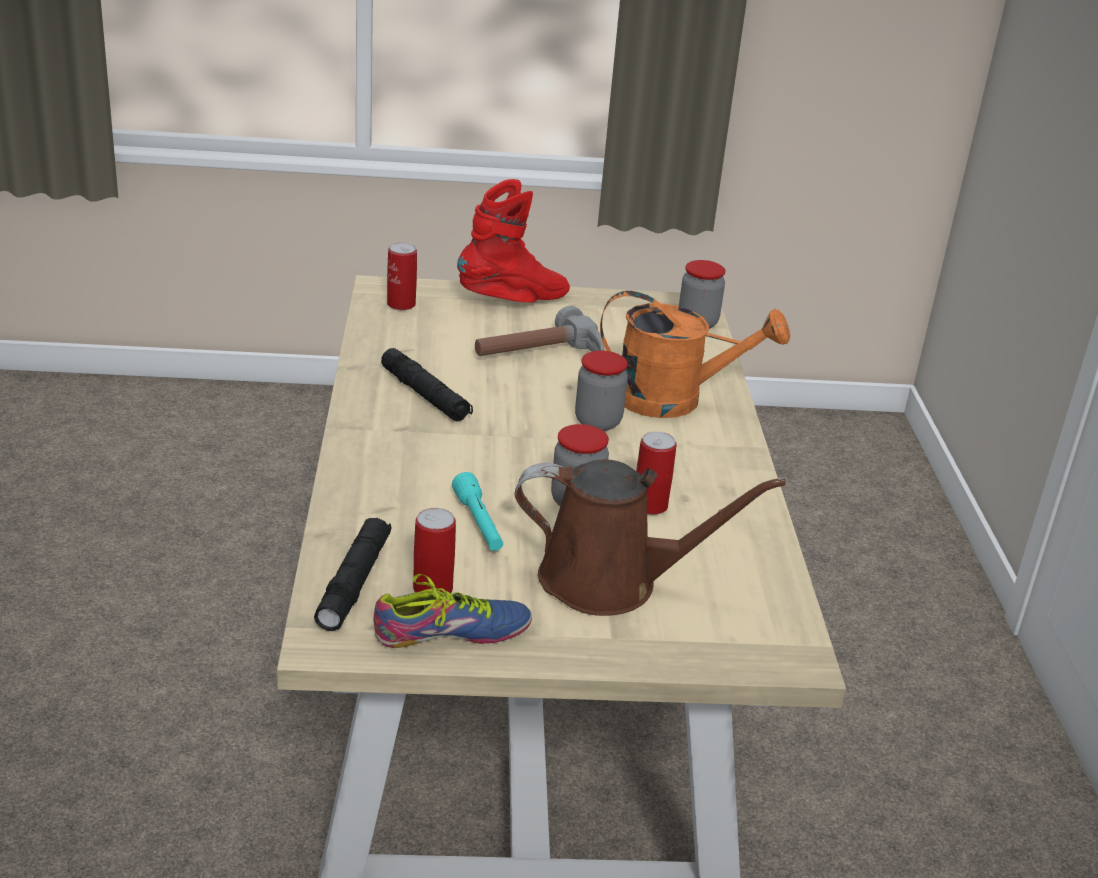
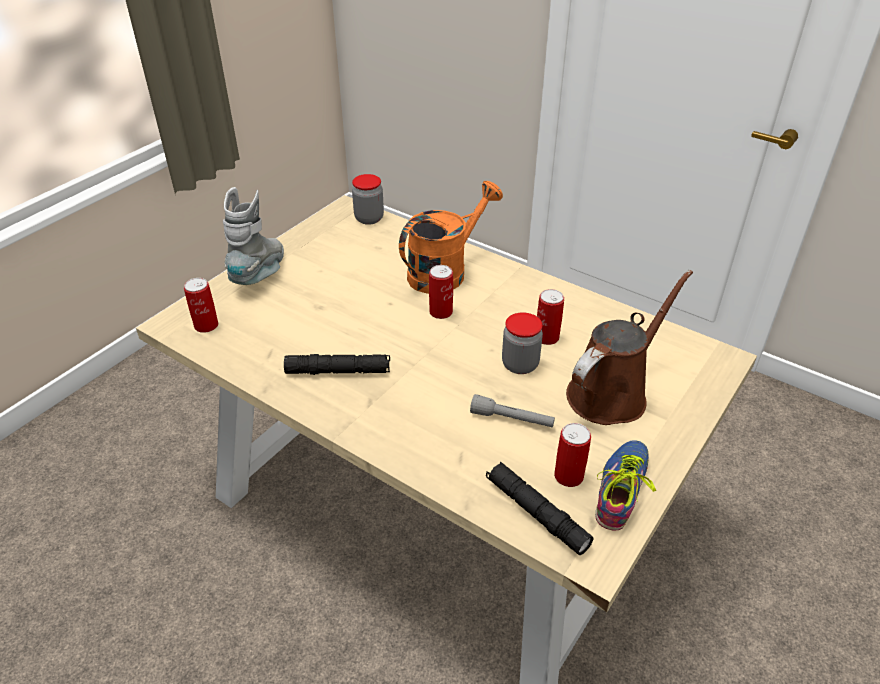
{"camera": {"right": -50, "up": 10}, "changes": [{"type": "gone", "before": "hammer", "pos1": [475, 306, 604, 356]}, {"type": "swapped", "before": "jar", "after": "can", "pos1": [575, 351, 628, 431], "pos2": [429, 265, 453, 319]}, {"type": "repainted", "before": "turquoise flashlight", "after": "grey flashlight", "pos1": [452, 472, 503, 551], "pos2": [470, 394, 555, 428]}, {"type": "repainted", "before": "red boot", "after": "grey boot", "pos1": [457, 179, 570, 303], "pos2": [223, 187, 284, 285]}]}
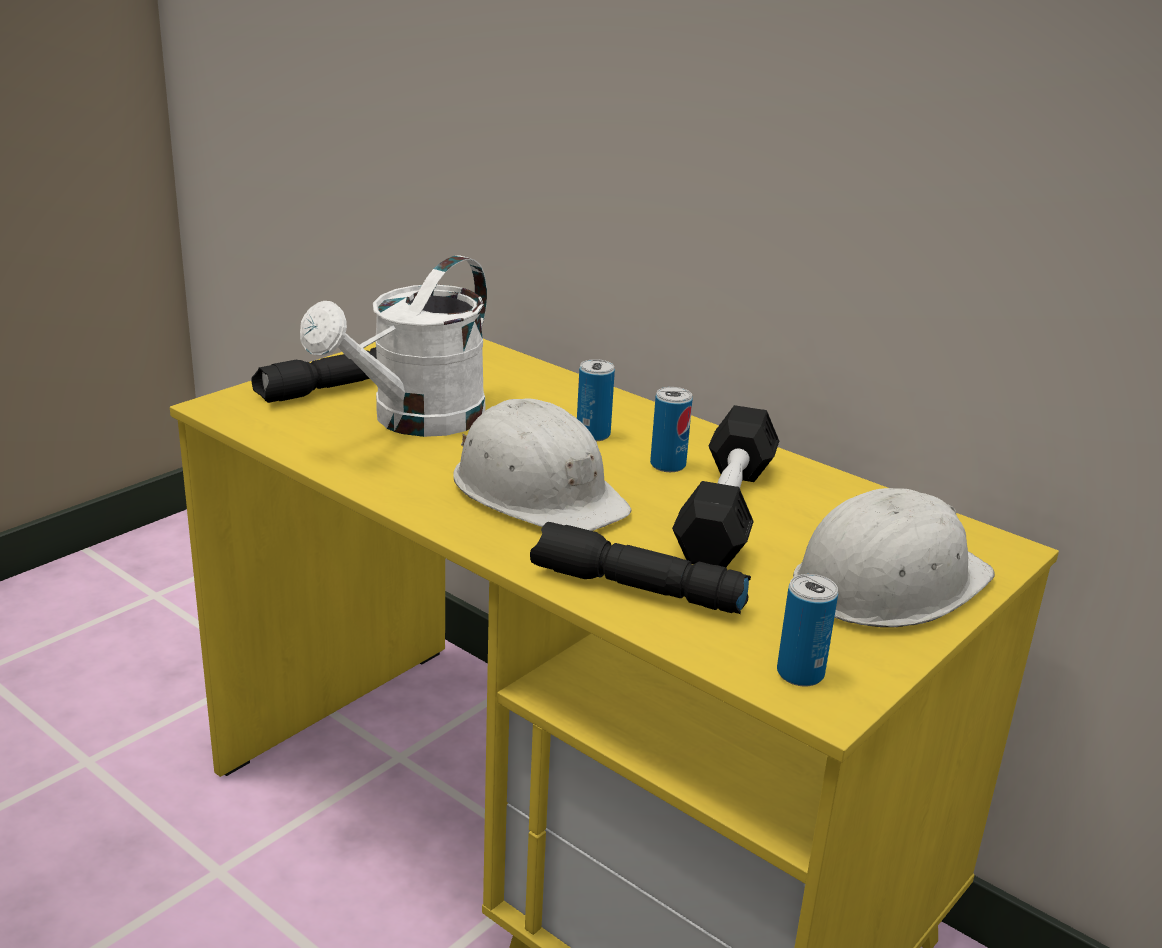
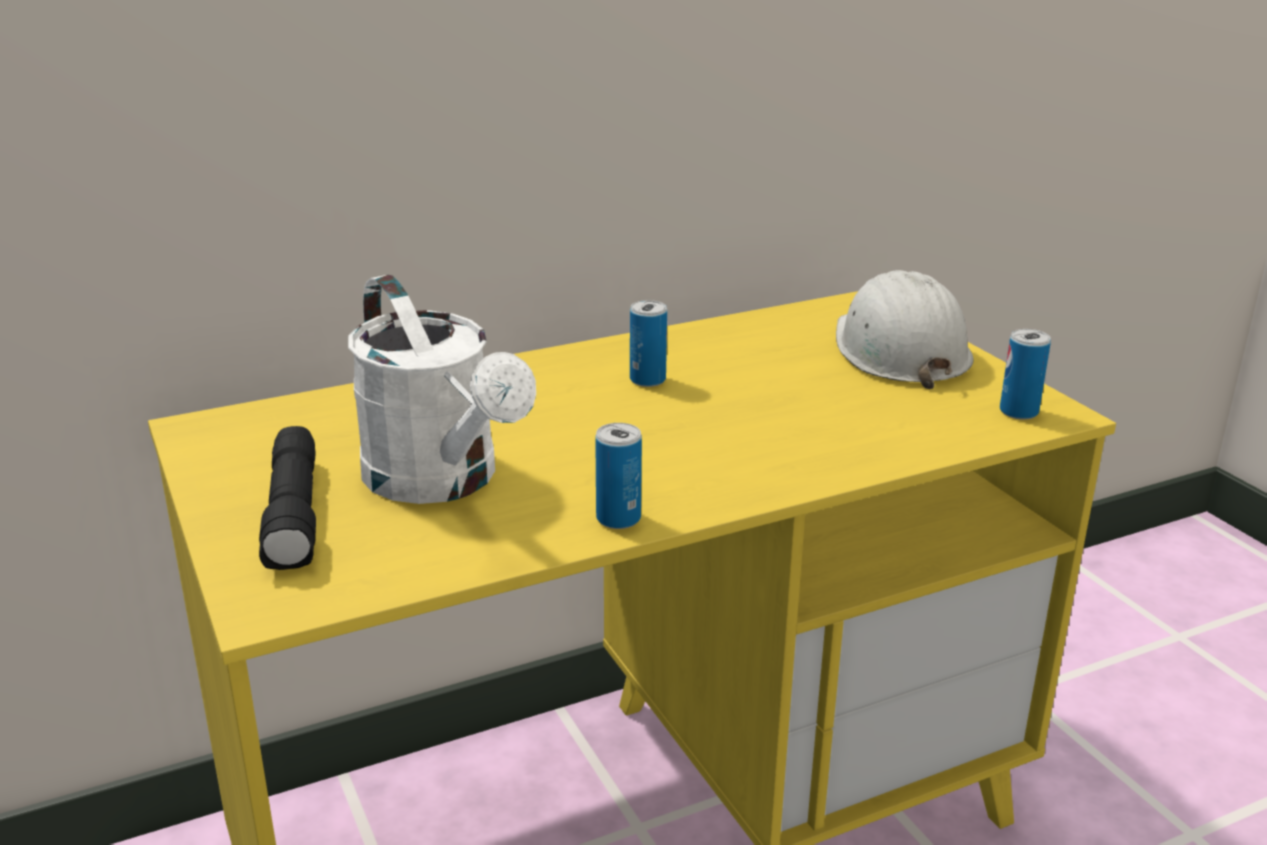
{"camera": {"right": -65, "up": 0}, "changes": [{"type": "gone", "before": "white hard hat", "pos1": [453, 398, 631, 531]}, {"type": "gone", "before": "black flashlight", "pos1": [530, 522, 751, 614]}, {"type": "gone", "before": "black dumbbell", "pos1": [672, 405, 779, 567]}, {"type": "shifted", "before": "can", "pos1": [577, 359, 615, 441], "pos2": [595, 423, 642, 529]}]}
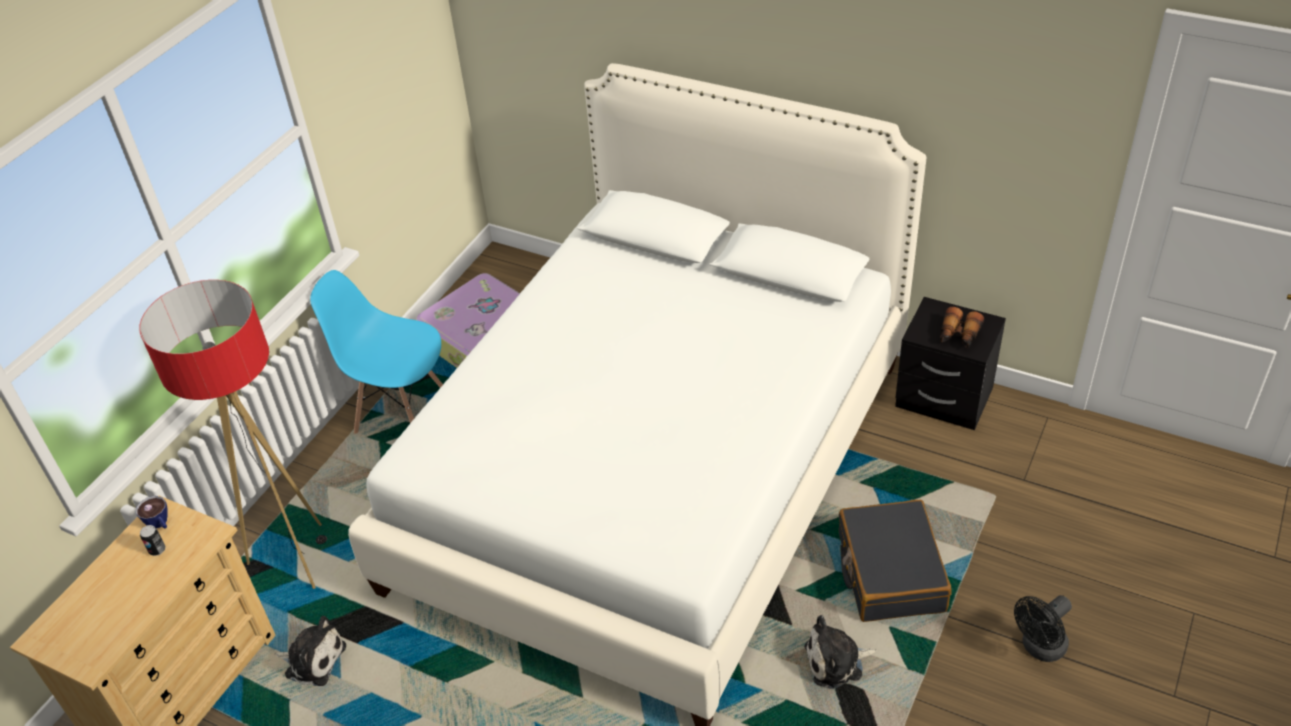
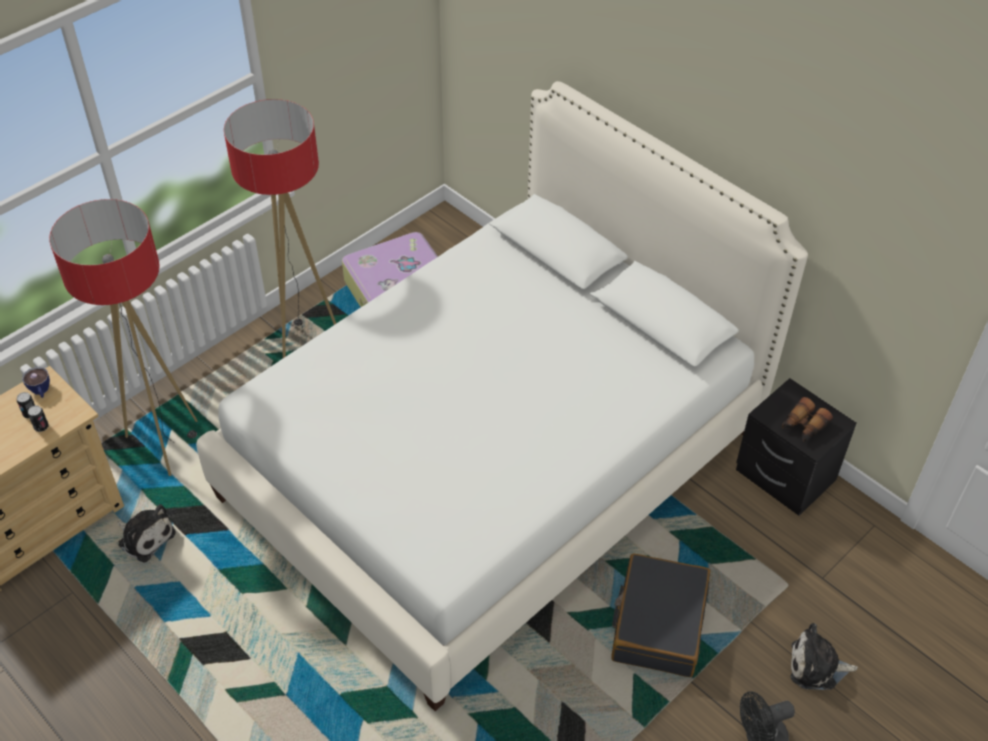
{"camera": {"right": 15, "up": 5}, "changes": [{"type": "new", "after": "can", "pos2": [28, 405, 49, 432]}, {"type": "shifted", "before": "plush toy", "pos1": [804, 615, 877, 689], "pos2": [791, 623, 858, 690]}, {"type": "swapped", "before": "blue chair", "after": "floor lamp", "pos1": [310, 270, 443, 434], "pos2": [224, 99, 336, 358]}]}
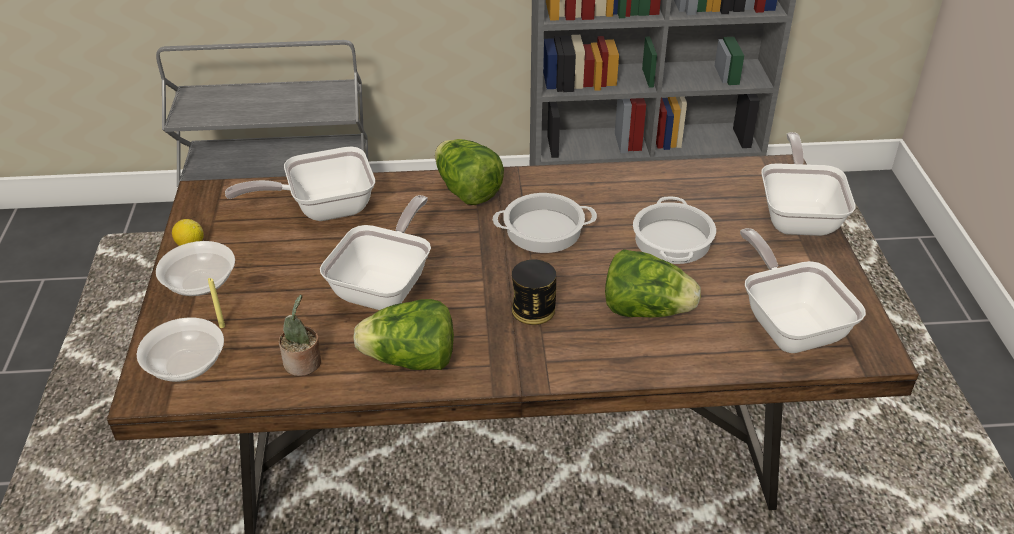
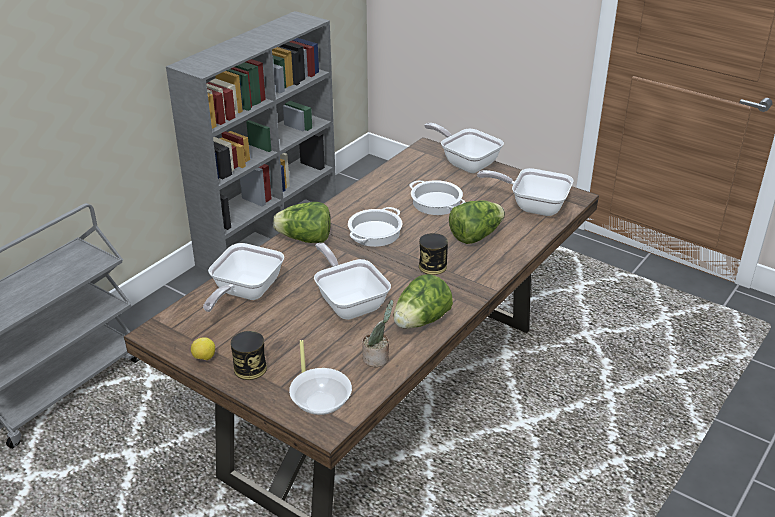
{"camera": {"right": -50, "up": -5}, "changes": [{"type": "swapped", "before": "bowl", "after": "can", "pos1": [156, 241, 235, 296], "pos2": [231, 331, 267, 380]}]}
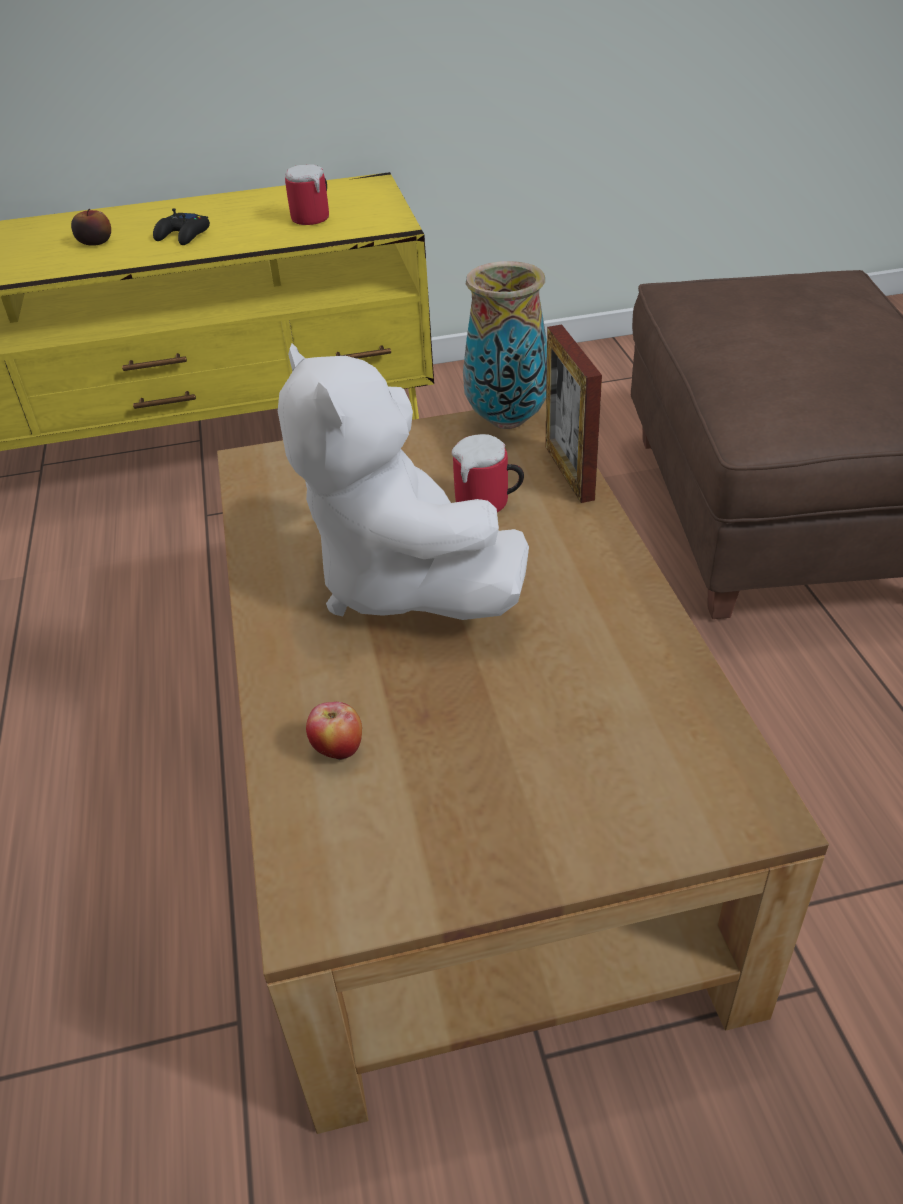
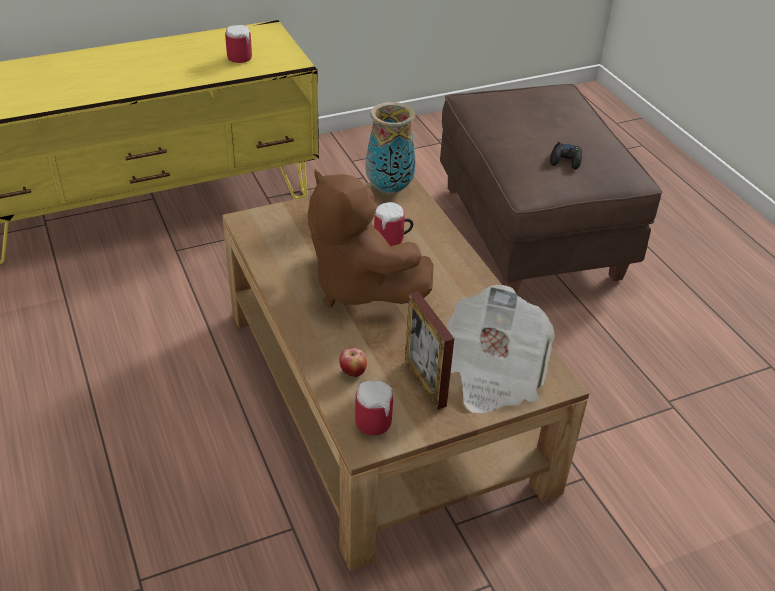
{"camera": {"right": -15, "up": 0}, "changes": [{"type": "gone", "before": "apple", "pos1": [71, 208, 111, 246]}, {"type": "new", "after": "mug", "pos2": [355, 380, 393, 435]}, {"type": "new", "after": "newspaper", "pos2": [447, 285, 555, 413]}, {"type": "shifted", "before": "black game controller", "pos1": [153, 208, 210, 245], "pos2": [550, 142, 582, 169]}, {"type": "shifted", "before": "picture frame", "pos1": [545, 324, 602, 503], "pos2": [405, 291, 454, 410]}, {"type": "repainted", "before": "white plush toy", "after": "brown plush toy", "pos1": [278, 343, 529, 620], "pos2": [308, 169, 434, 307]}]}
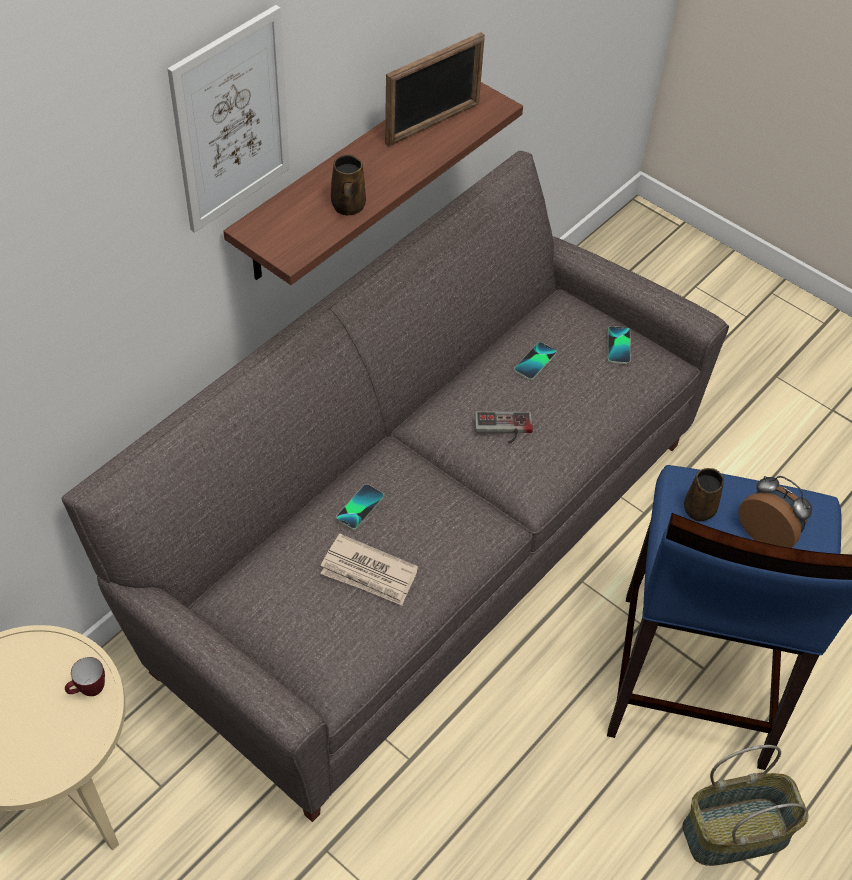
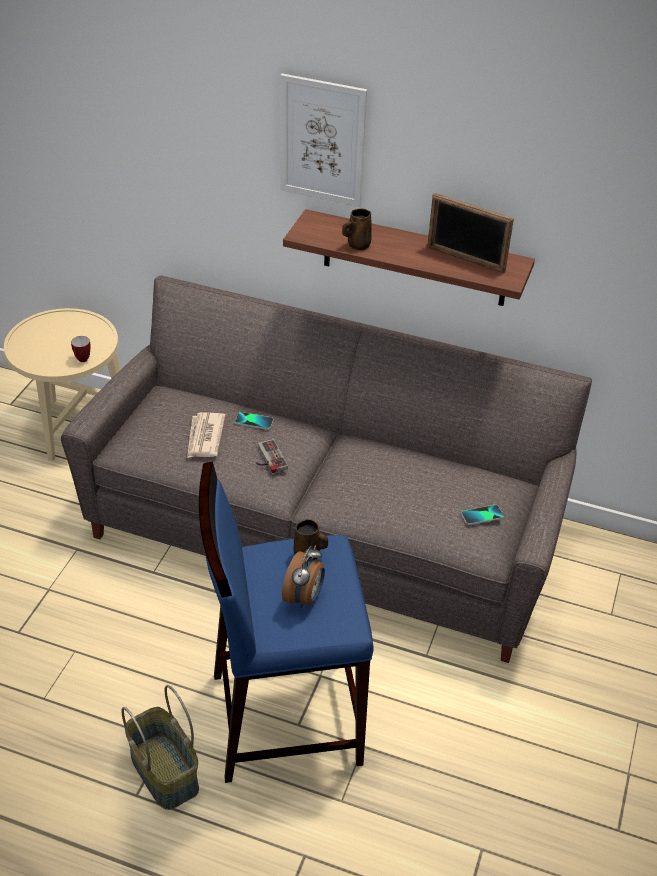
{"camera": {"right": 70, "up": -10}, "changes": [{"type": "gone", "before": "phone", "pos1": [514, 342, 557, 380]}, {"type": "shifted", "before": "game controller", "pos1": [475, 411, 533, 444], "pos2": [256, 439, 288, 473]}]}
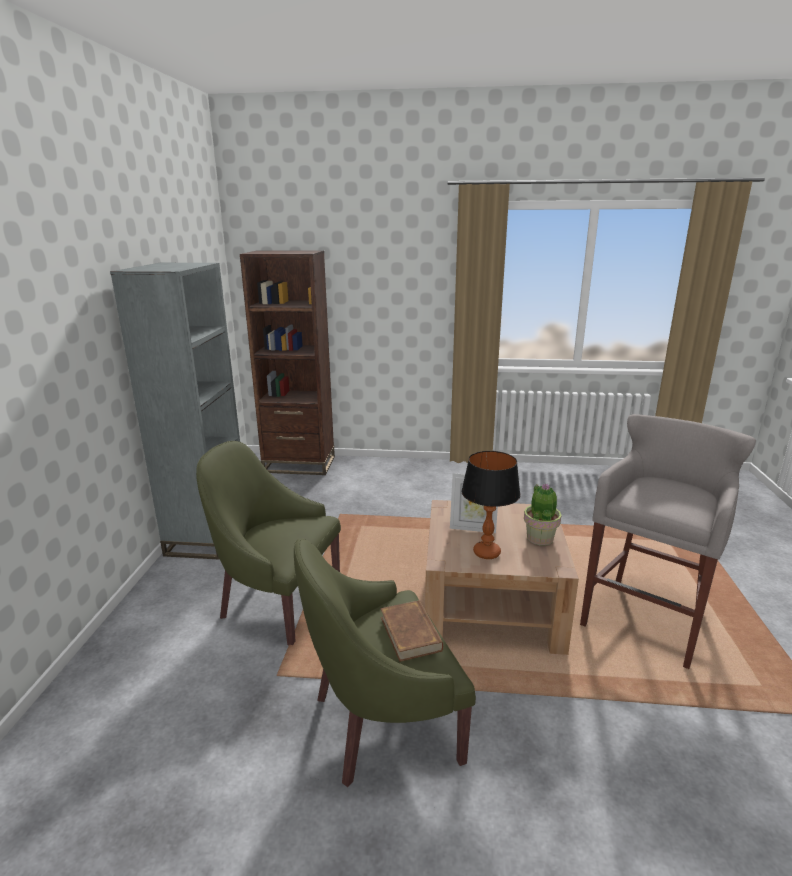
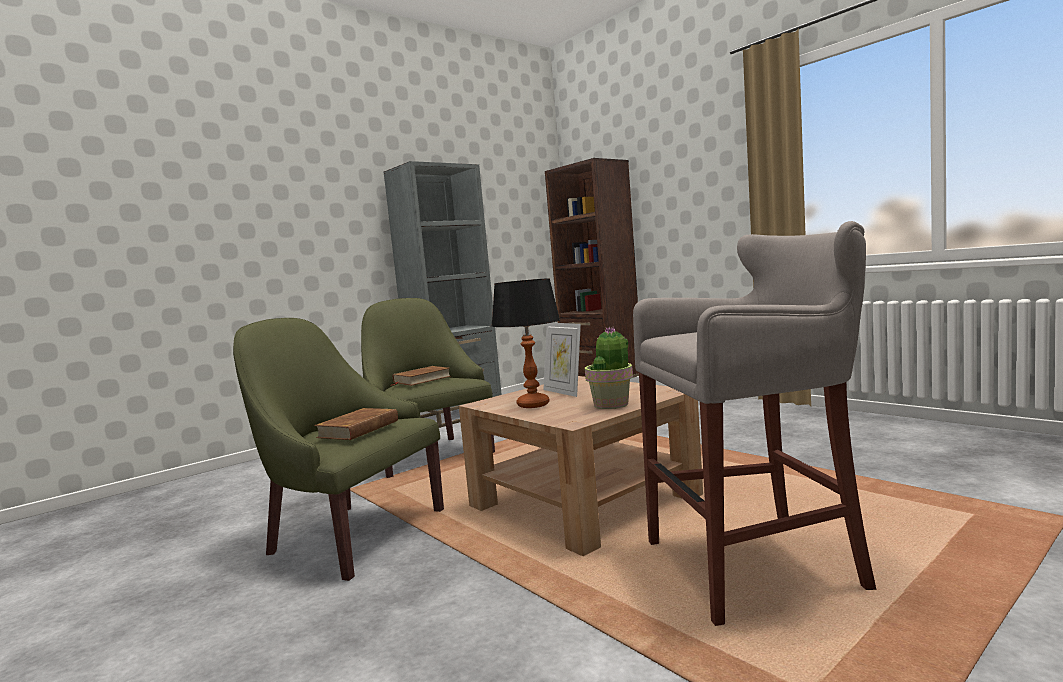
{"camera": {"right": 45, "up": -15}, "changes": [{"type": "new", "after": "brown book", "pos2": [390, 366, 451, 386]}]}
